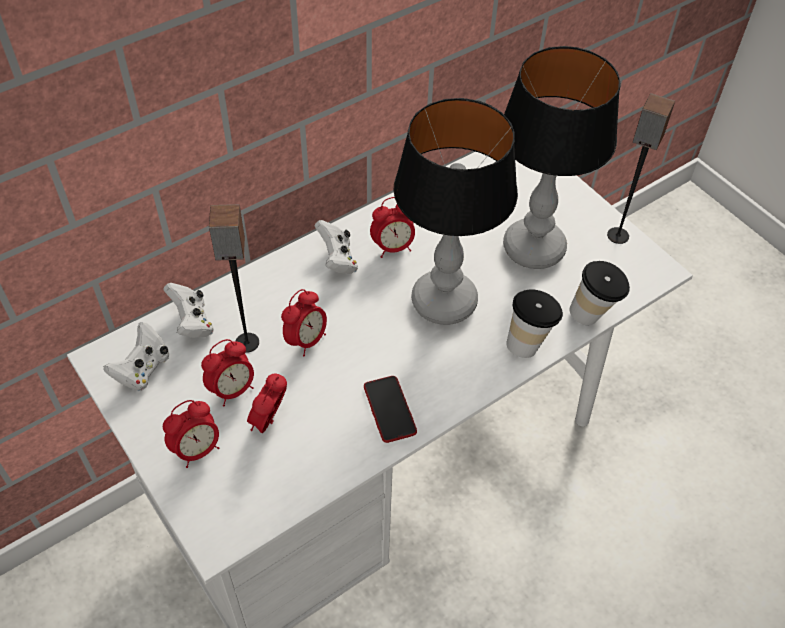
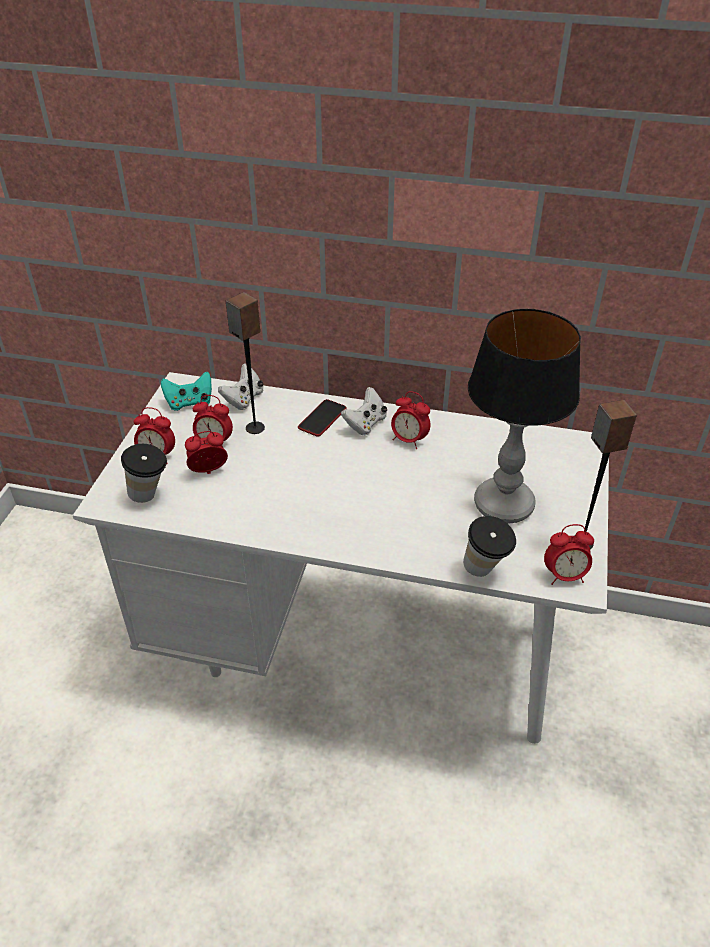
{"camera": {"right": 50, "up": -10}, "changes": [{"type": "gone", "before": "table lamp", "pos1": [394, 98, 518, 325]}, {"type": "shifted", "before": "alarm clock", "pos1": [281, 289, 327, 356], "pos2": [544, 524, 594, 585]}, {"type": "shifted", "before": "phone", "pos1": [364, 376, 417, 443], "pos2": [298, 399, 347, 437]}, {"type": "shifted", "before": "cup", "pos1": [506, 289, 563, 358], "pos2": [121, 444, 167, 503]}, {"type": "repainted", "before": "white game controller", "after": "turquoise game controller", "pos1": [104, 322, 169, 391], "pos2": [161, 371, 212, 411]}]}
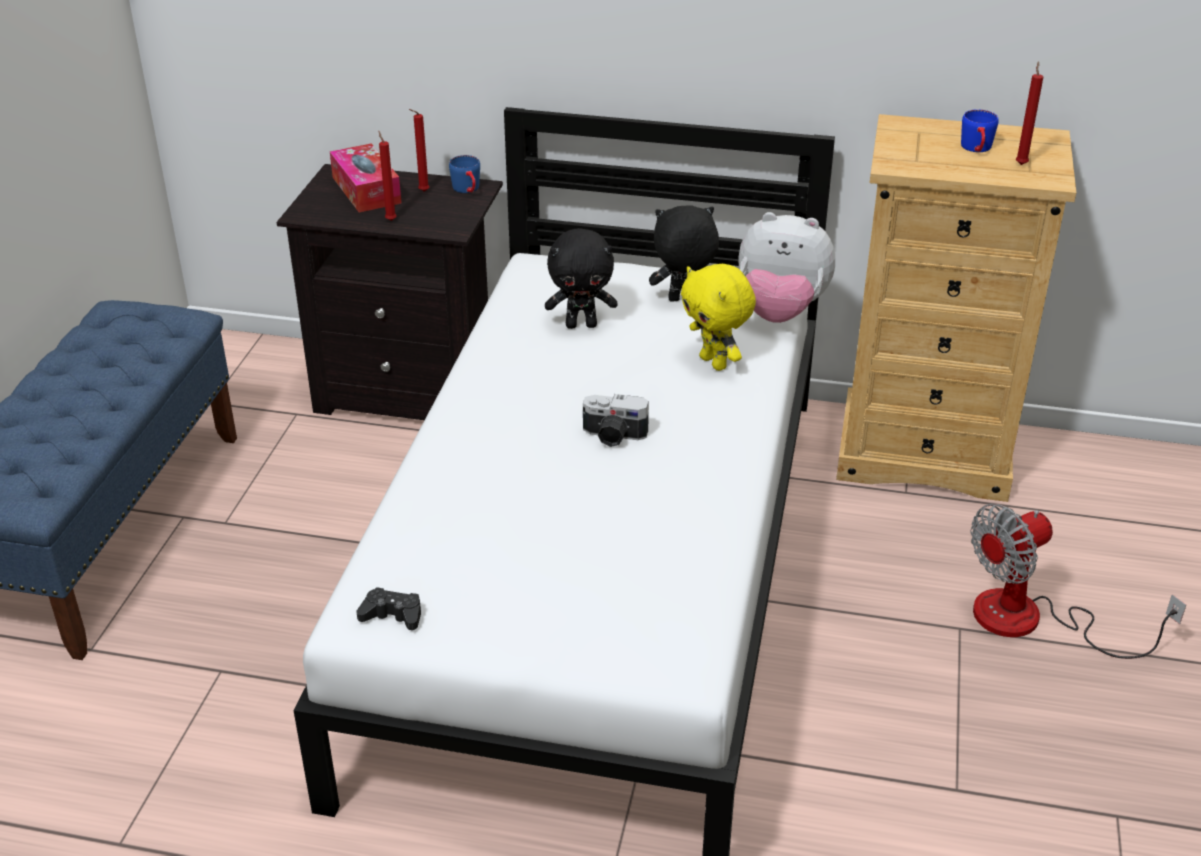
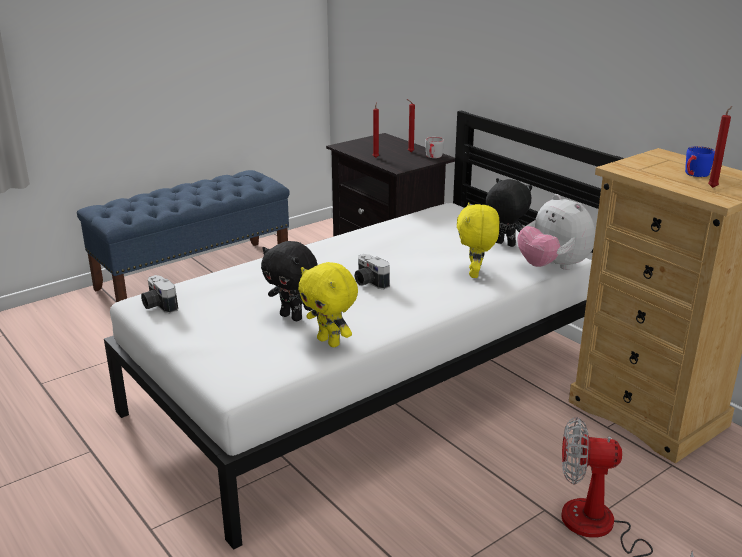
{"camera": {"right": 40, "up": -10}, "changes": [{"type": "gone", "before": "tissue box", "pos1": [330, 143, 402, 212]}, {"type": "new", "after": "yellow plush toy", "pos2": [298, 262, 358, 347]}, {"type": "shifted", "before": "black plush toy", "pos1": [545, 228, 618, 329], "pos2": [261, 241, 317, 321]}, {"type": "swapped", "before": "black game controller", "after": "photo camera", "pos1": [356, 587, 421, 630], "pos2": [141, 275, 178, 313]}, {"type": "repainted", "before": "blue mug", "after": "grey mug", "pos1": [449, 155, 480, 193], "pos2": [425, 137, 444, 158]}]}
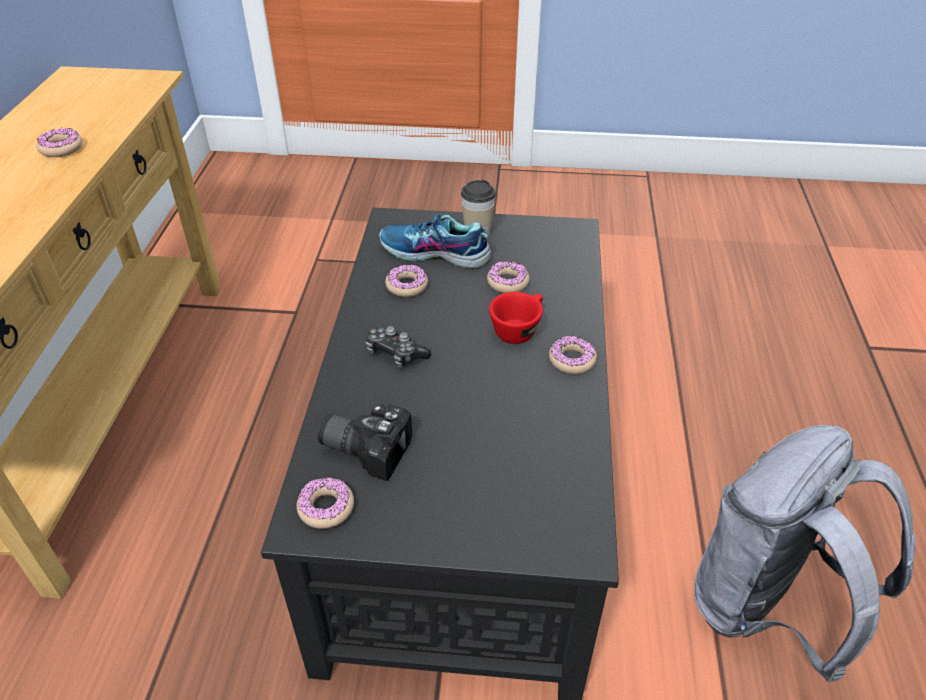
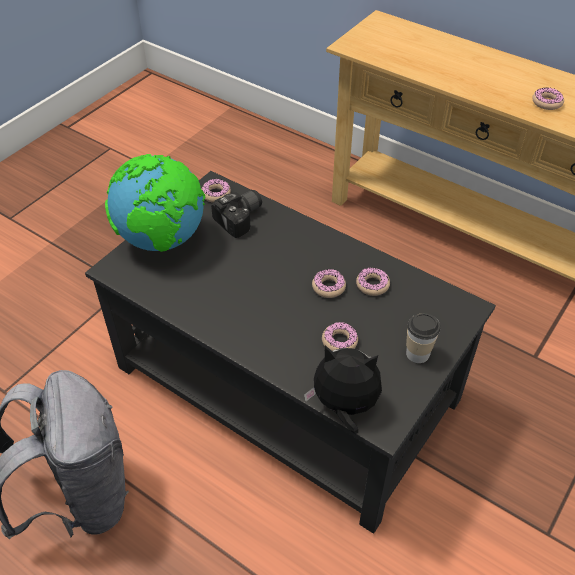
{"camera": {"right": 120, "up": 5}, "changes": [{"type": "gone", "before": "game controller", "pos1": [366, 326, 431, 368]}, {"type": "gone", "before": "shoe", "pos1": [379, 214, 492, 269]}, {"type": "gone", "before": "red cup", "pos1": [489, 292, 543, 344]}, {"type": "new", "after": "globe", "pos2": [105, 154, 206, 252]}, {"type": "new", "after": "plush toy", "pos2": [304, 345, 382, 434]}, {"type": "shifted", "before": "donut", "pos1": [549, 336, 597, 374], "pos2": [312, 269, 346, 298]}]}
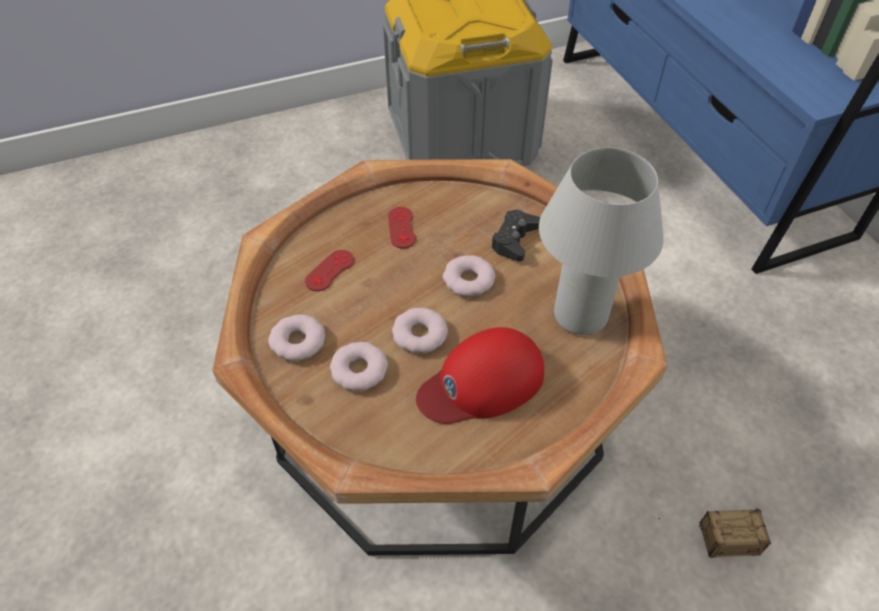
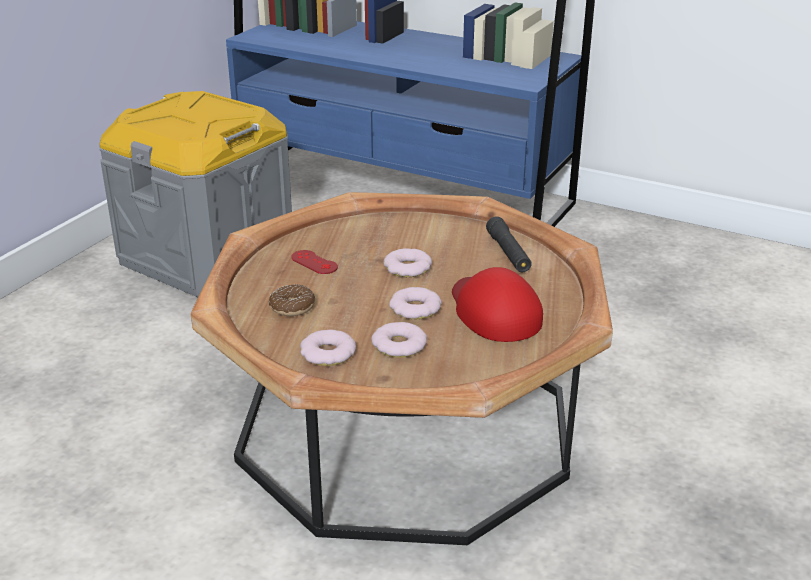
{"camera": {"right": -40, "up": -20}, "changes": [{"type": "gone", "before": "black game controller", "pos1": [490, 210, 540, 262]}, {"type": "gone", "before": "storage box", "pos1": [659, 508, 771, 558]}, {"type": "swapped", "before": "red game controller", "after": "donut", "pos1": [305, 250, 354, 291], "pos2": [269, 284, 315, 316]}, {"type": "swapped", "before": "white table lamp", "after": "black flashlight", "pos1": [539, 148, 664, 335], "pos2": [486, 216, 532, 272]}, {"type": "rotated", "before": "red cap", "pos1": [416, 327, 544, 424], "pos2": [452, 267, 543, 342], "turn": 135}]}
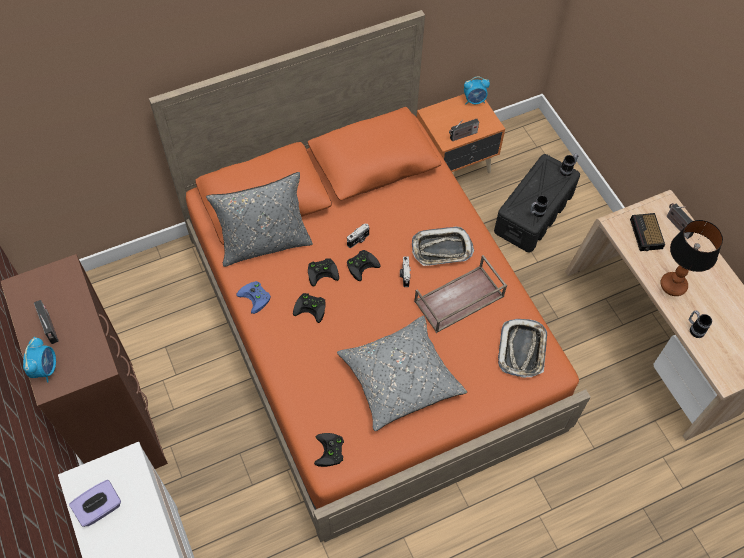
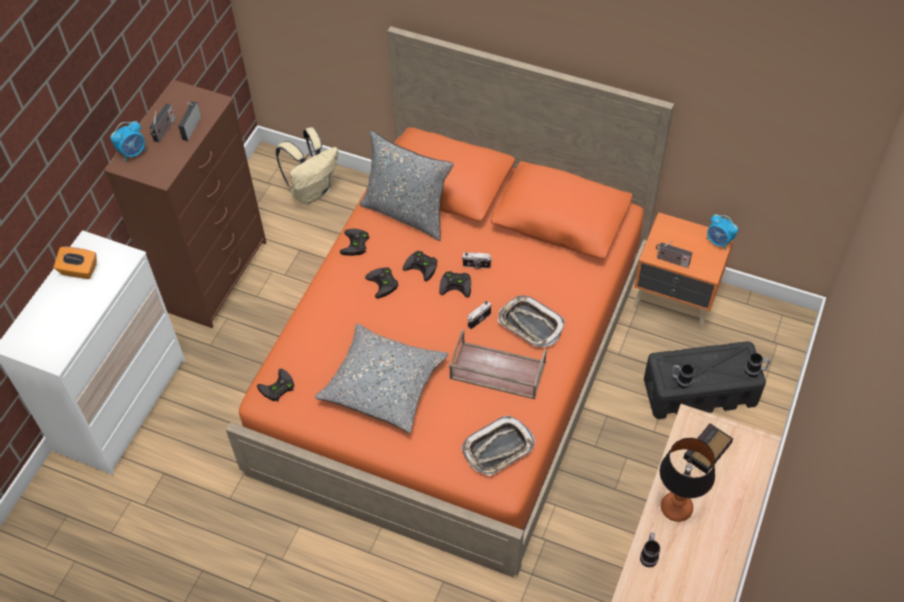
{"camera": {"right": 50, "up": -5}, "changes": [{"type": "new", "after": "beige backpack", "pos2": [276, 127, 338, 204]}, {"type": "shifted", "before": "radio", "pos1": [666, 203, 693, 239], "pos2": [178, 101, 201, 141]}, {"type": "repainted", "before": "purple tissue box", "after": "orange tissue box", "pos1": [69, 480, 121, 527], "pos2": [54, 247, 97, 279]}, {"type": "repainted", "before": "blue game controller", "after": "black game controller", "pos1": [236, 281, 271, 314], "pos2": [340, 228, 369, 256]}]}
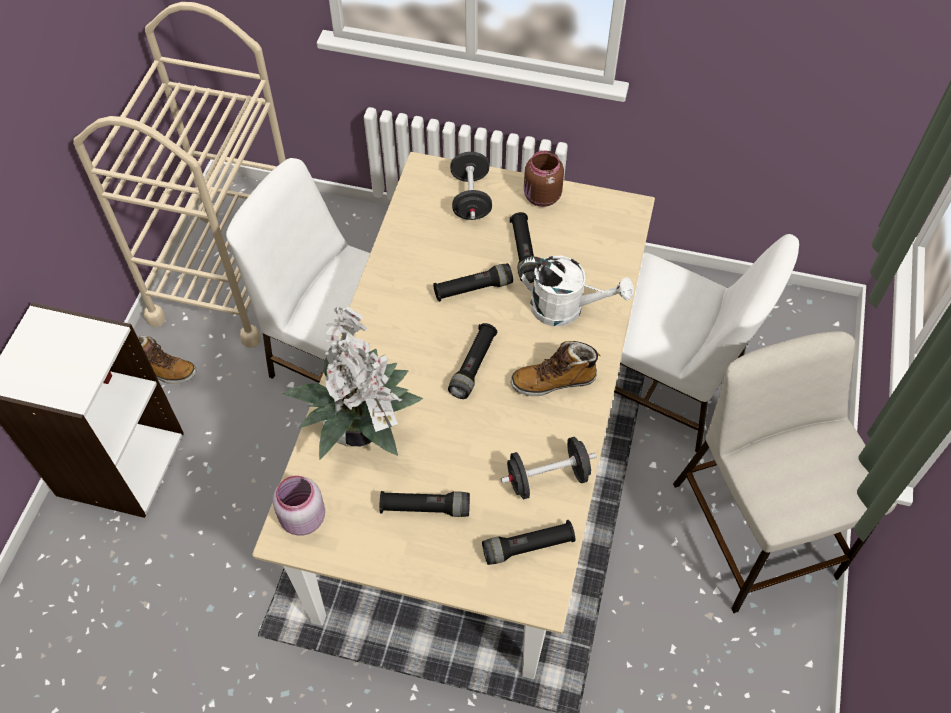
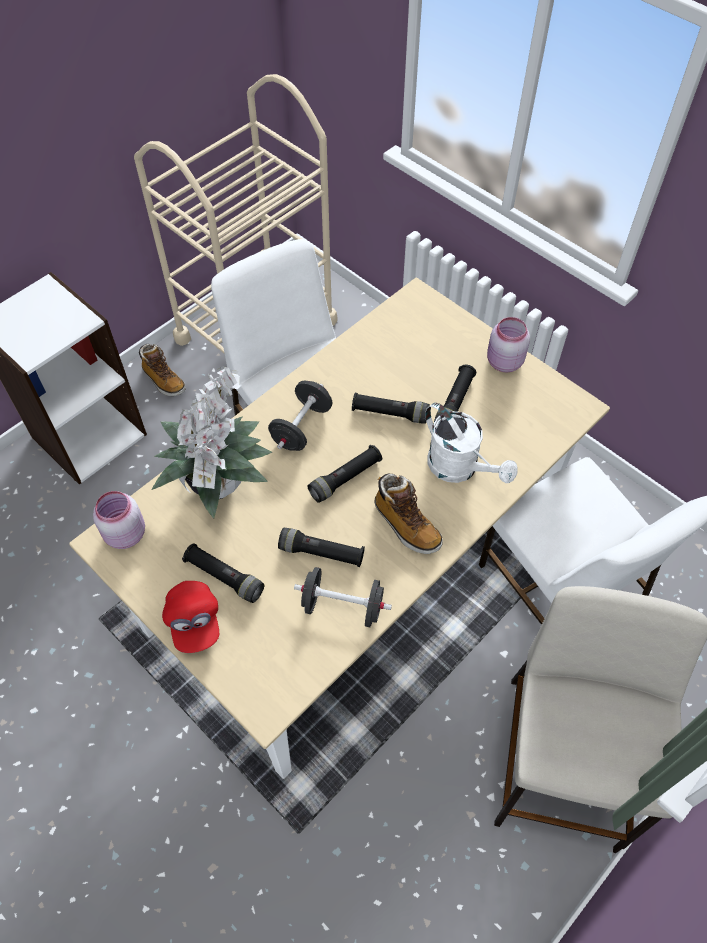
{"camera": {"right": 30, "up": 0}, "changes": [{"type": "new", "after": "red cap", "pos2": [162, 581, 219, 653]}, {"type": "shifted", "before": "black dumbbell", "pos1": [450, 152, 492, 220], "pos2": [268, 381, 333, 451]}, {"type": "shifted", "before": "black flashlight", "pos1": [482, 520, 575, 565], "pos2": [278, 528, 365, 567]}, {"type": "repainted", "before": "brown jar", "after": "pink jar", "pos1": [524, 151, 564, 207], "pos2": [487, 317, 530, 373]}, {"type": "rotated", "before": "boot", "pos1": [511, 341, 601, 396], "pos2": [374, 473, 443, 554], "turn": -150}]}
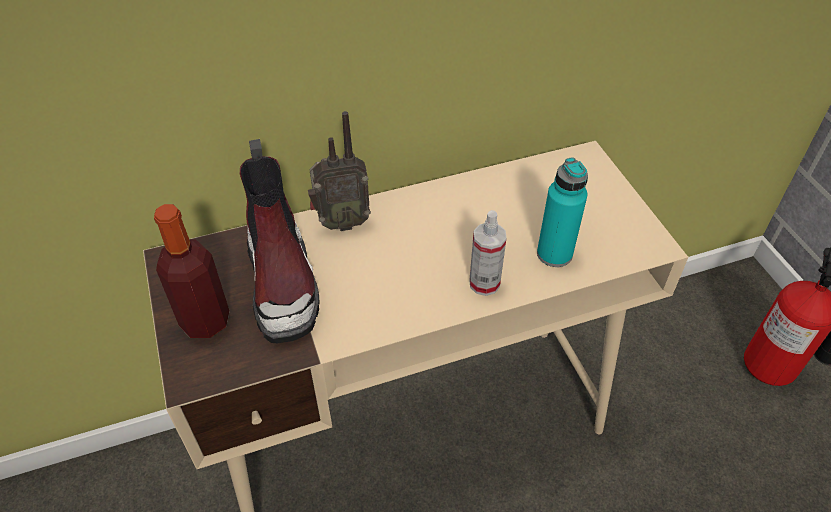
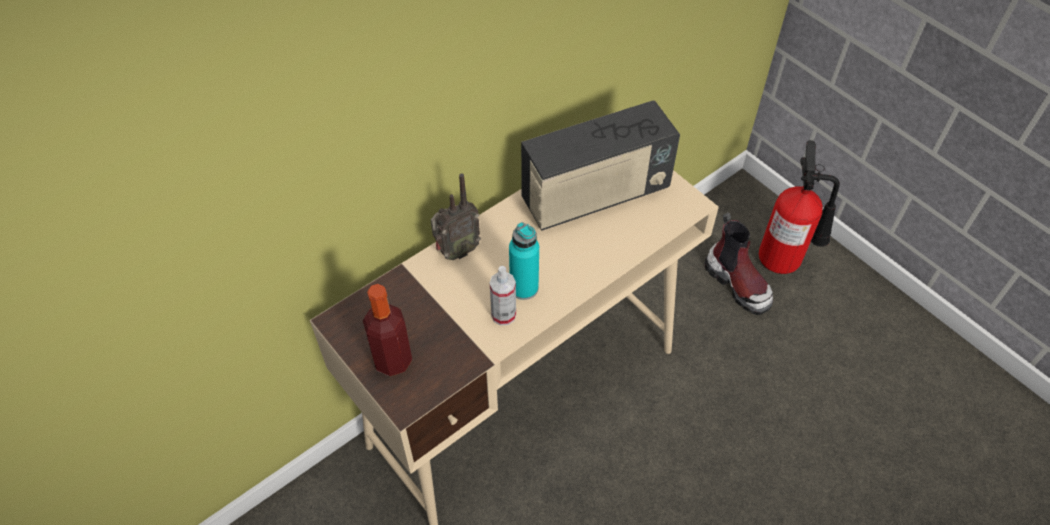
{"camera": {"right": -20, "up": 5}, "changes": [{"type": "new", "after": "radio", "pos2": [521, 100, 680, 231]}, {"type": "shifted", "before": "boot", "pos1": [240, 139, 319, 343], "pos2": [704, 213, 773, 315]}, {"type": "shifted", "before": "spray bottle", "pos1": [469, 210, 507, 296], "pos2": [490, 266, 516, 325]}, {"type": "shifted", "before": "turquoise bottle", "pos1": [537, 158, 588, 267], "pos2": [509, 222, 539, 300]}]}
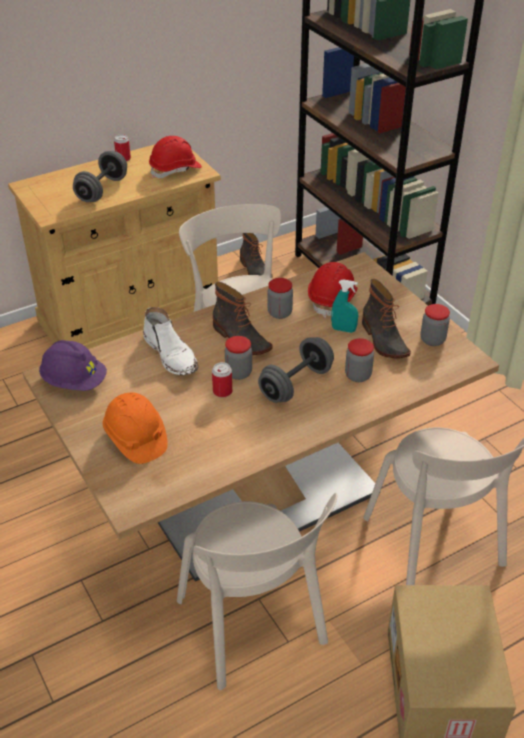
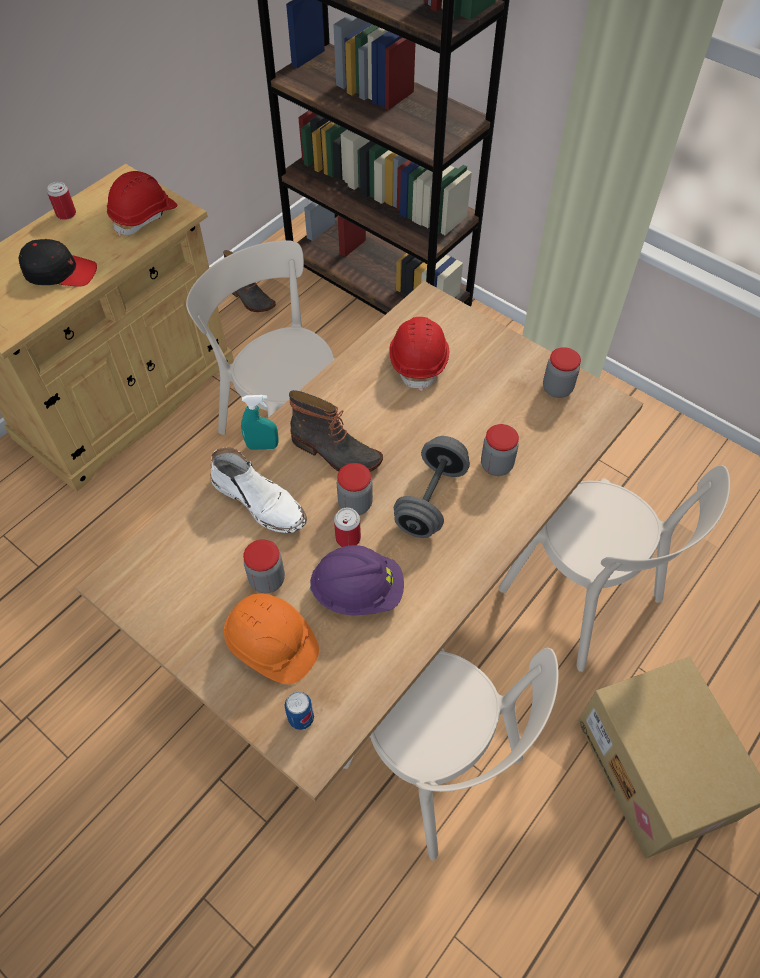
{"camera": {"right": -20, "up": 15}, "changes": [{"type": "gone", "before": "boot", "pos1": [362, 279, 411, 359]}, {"type": "new", "after": "can", "pos2": [284, 692, 314, 730]}, {"type": "shifted", "before": "purple hard hat", "pos1": [39, 340, 107, 391], "pos2": [309, 545, 404, 616]}, {"type": "shifted", "before": "jar", "pos1": [267, 278, 293, 319], "pos2": [243, 539, 285, 593]}, {"type": "shifted", "before": "turquoise spray bottle", "pos1": [331, 279, 358, 333], "pos2": [241, 395, 279, 450]}, {"type": "swapped", "before": "grey dumbbell", "after": "black cap", "pos1": [73, 151, 127, 202], "pos2": [19, 239, 97, 287]}]}
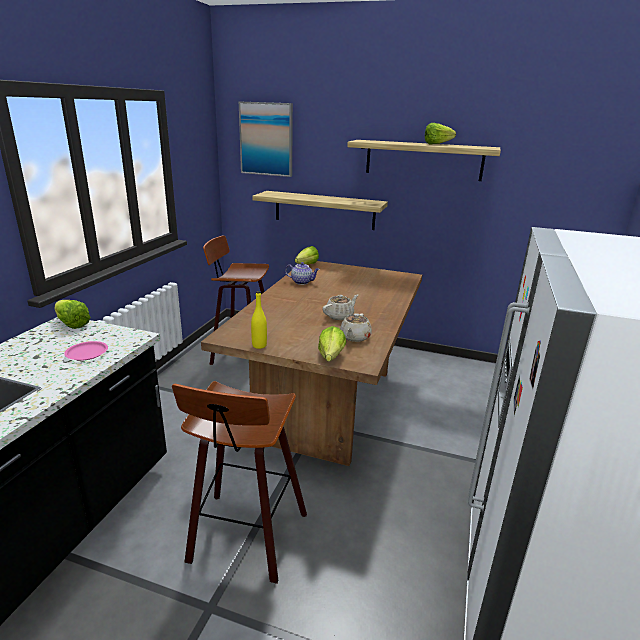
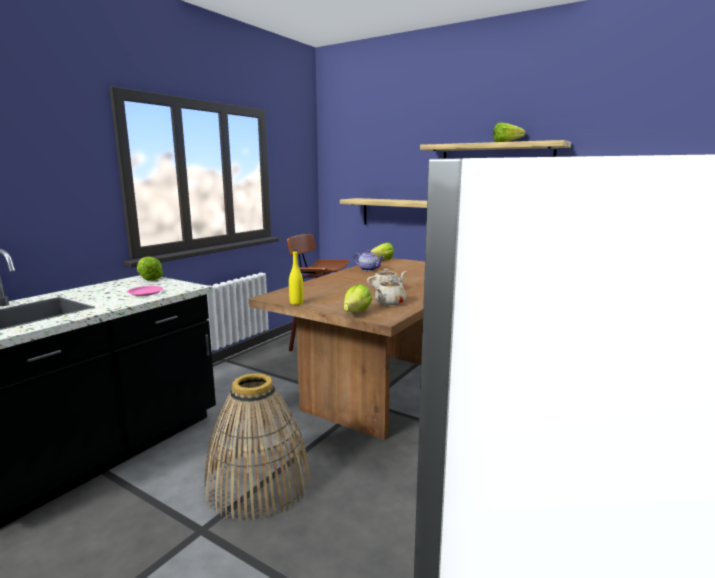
{"camera": {"right": 15, "up": -10}, "changes": [{"type": "gone", "before": "picture", "pos1": [239, 101, 293, 177]}, {"type": "swapped", "before": "stool", "after": "basket", "pos1": [172, 381, 307, 584], "pos2": [204, 373, 311, 521]}]}
